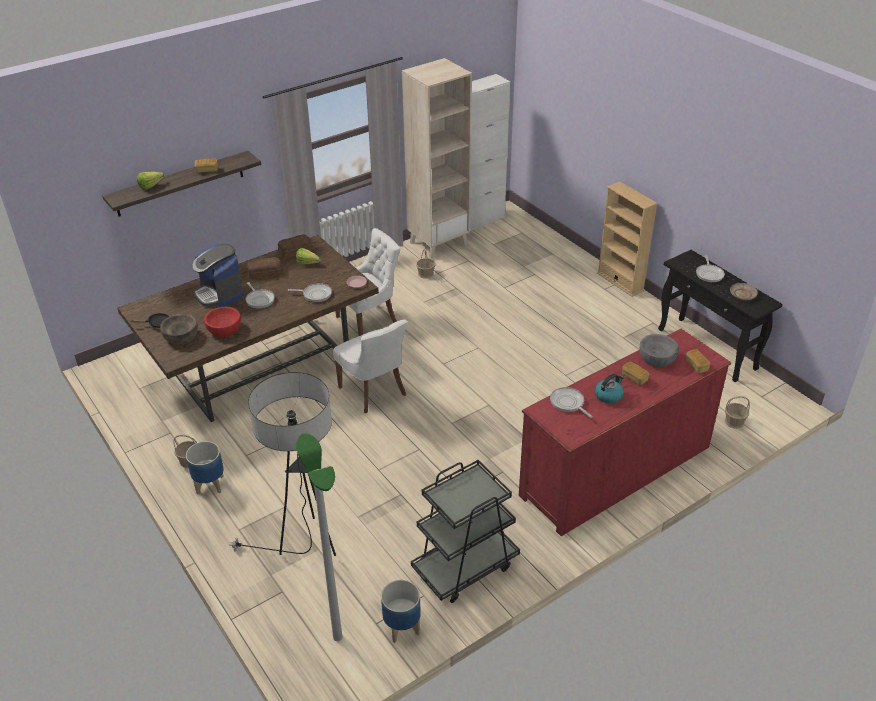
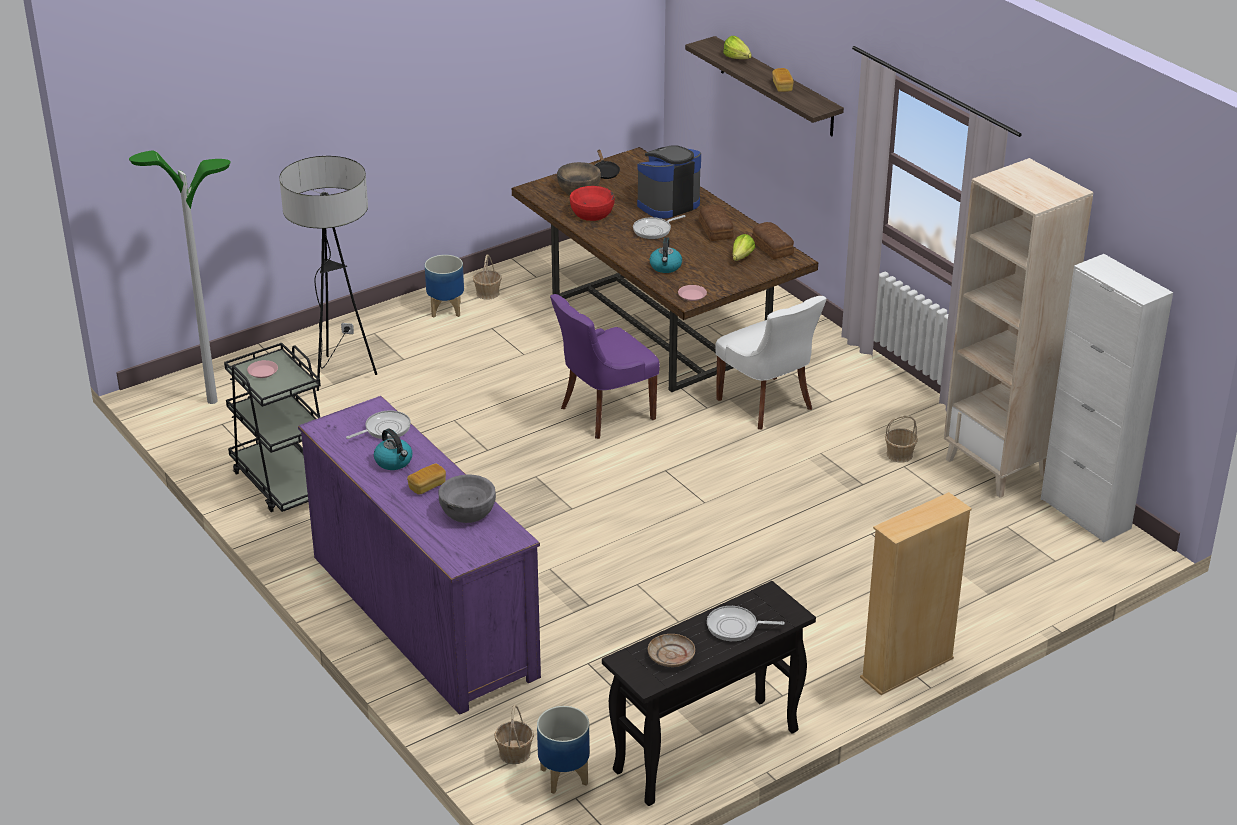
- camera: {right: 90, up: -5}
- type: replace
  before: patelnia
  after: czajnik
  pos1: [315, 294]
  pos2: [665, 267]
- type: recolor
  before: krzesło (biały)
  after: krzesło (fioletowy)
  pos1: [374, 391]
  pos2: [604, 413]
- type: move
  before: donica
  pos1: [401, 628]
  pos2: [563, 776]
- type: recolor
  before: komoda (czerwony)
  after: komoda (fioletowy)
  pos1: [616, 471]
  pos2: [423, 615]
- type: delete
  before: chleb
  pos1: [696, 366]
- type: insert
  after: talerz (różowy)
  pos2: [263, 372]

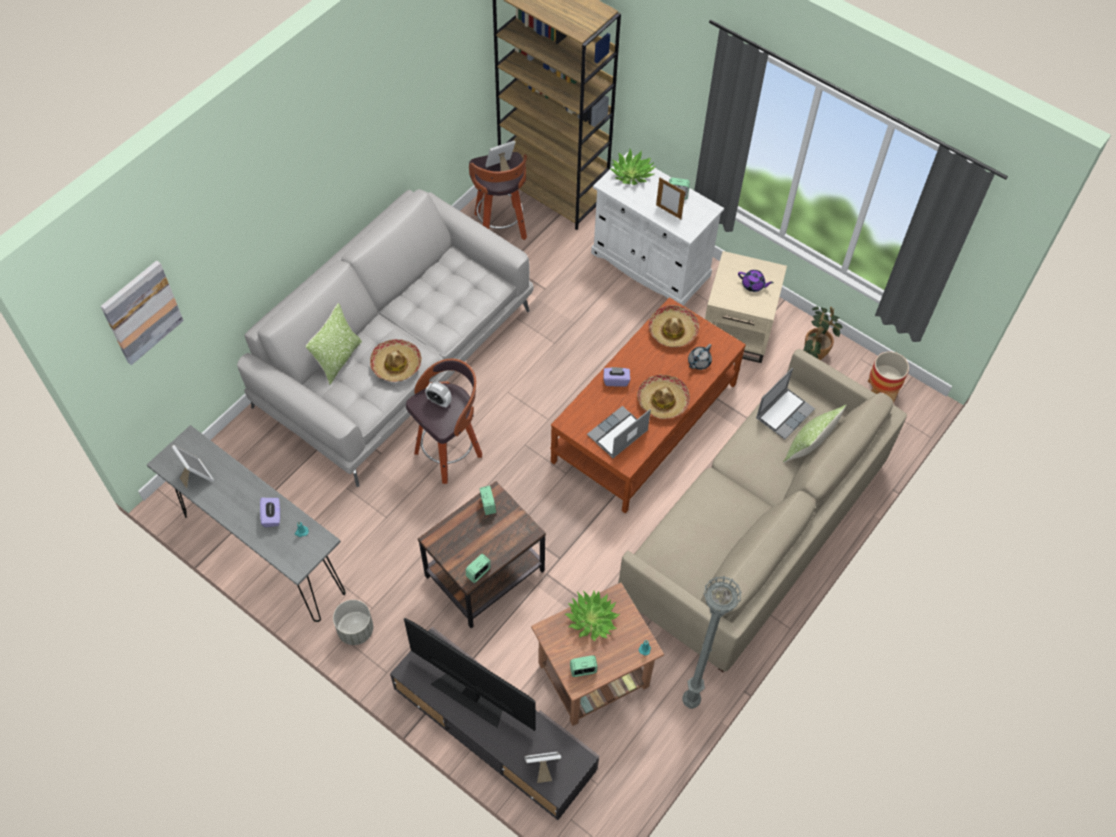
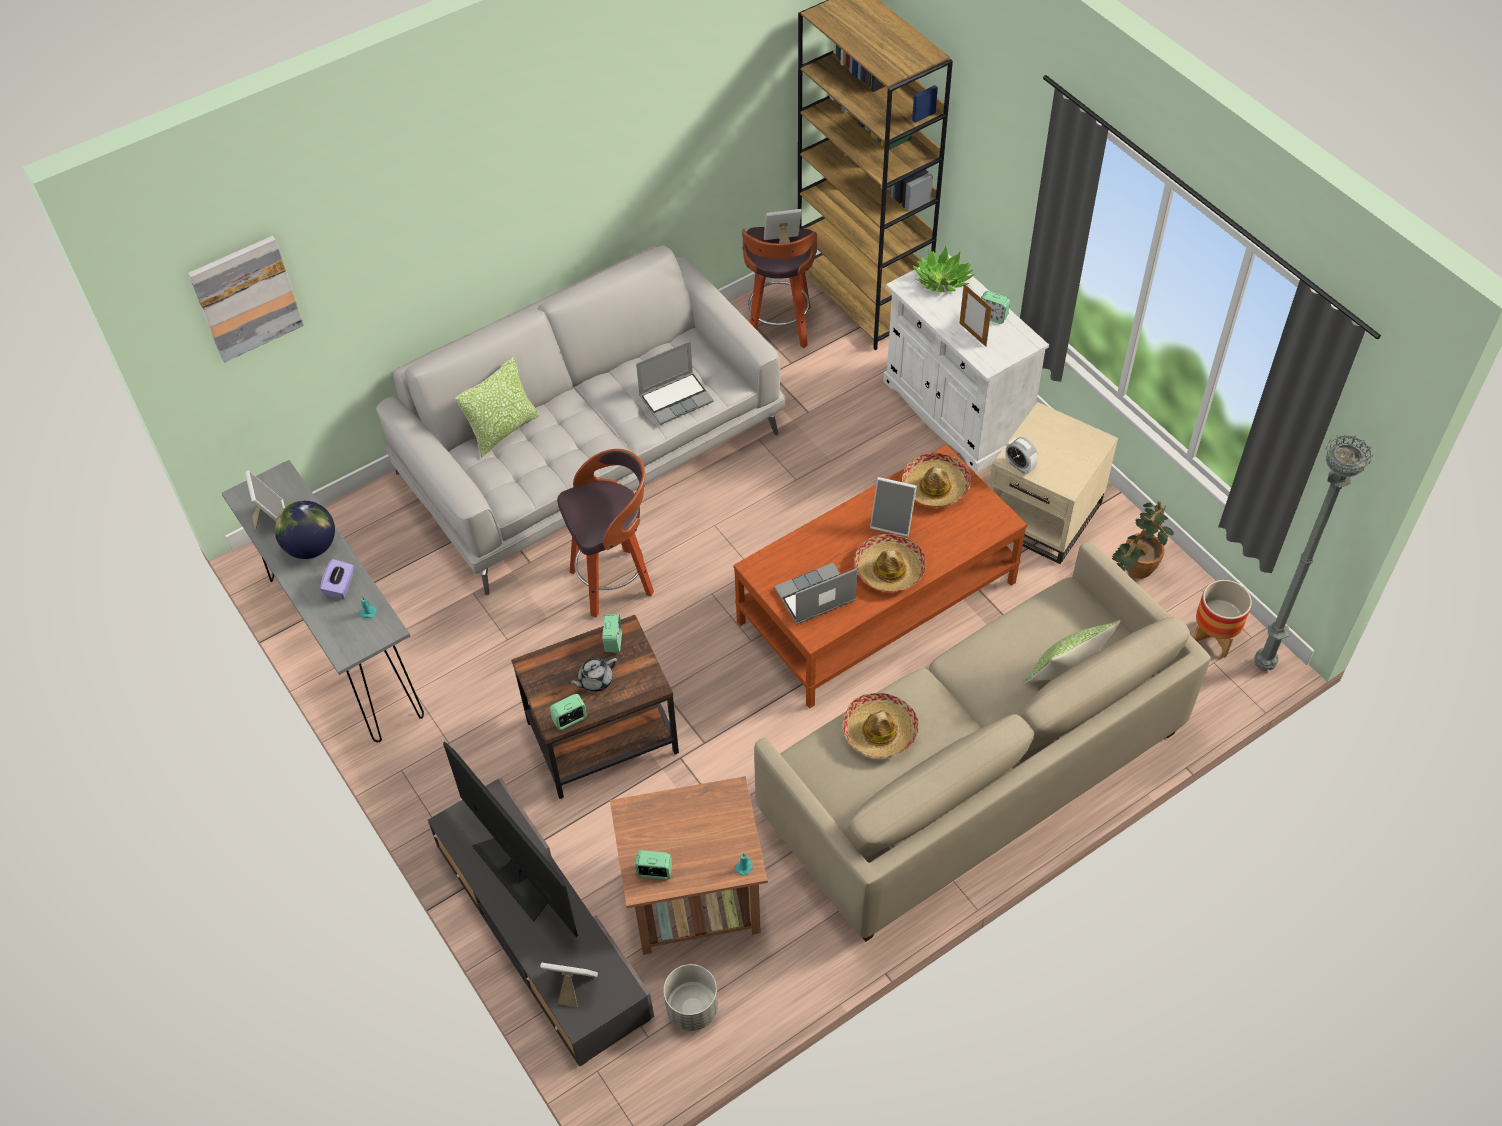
- camera: {right: 20, up: -5}
- type: move
  before: donica (szary)
  pos1: [355, 630]
  pos2: [691, 1008]
- type: move
  before: kapelusz
  pos1: [396, 364]
  pos2: [880, 731]
- type: move
  before: budzik
  pos1: [439, 401]
  pos2: [1019, 466]
- type: delete
  before: roślina doniczkowa
  pos1: [592, 619]
- type: delete
  before: pudełko chusteczek (fioletowy)
  pos1: [616, 380]
- type: move
  before: lampa stojąca (szary)
  pos1: [689, 702]
  pos2: [1262, 665]
- type: move
  before: imbryk (szary)
  pos1: [698, 362]
  pos2: [595, 681]
- type: delete
  before: imbryk (fioletowy)
  pos1: [753, 285]
- type: move
  before: laptop
  pos1: [784, 413]
  pos2: [676, 398]
- type: insert
  after: globus
  pos2: [311, 547]
- type: insert
  after: ramka na zdjęcie
  pos2: [892, 522]

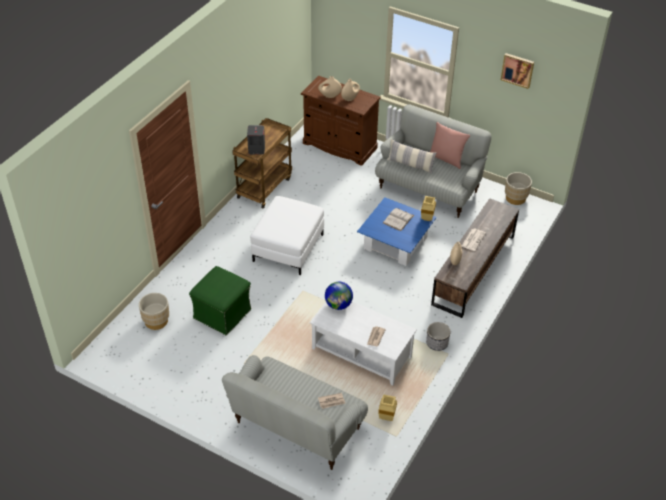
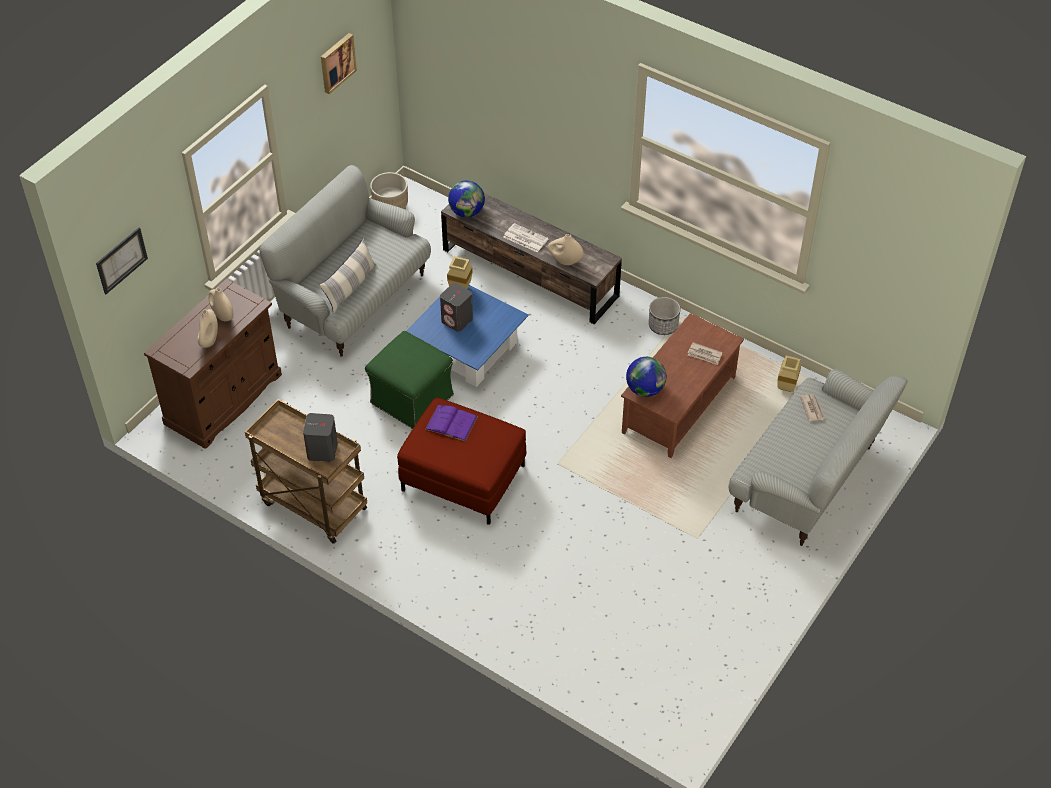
- camera: {right: -85, up: 5}
- type: delete
  before: donica (beżowy)
  pos1: [156, 321]
- type: move
  before: pufa (zielony)
  pos1: [223, 313]
  pos2: [411, 399]
- type: recolor
  before: pufa (biały)
  after: pufa (czerwony)
  pos1: [288, 247]
  pos2: [462, 478]
- type: recolor
  before: ława (biały)
  after: ława (brązowy)
  pos1: [361, 353]
  pos2: [680, 405]
- type: replace
  before: książka (biały)
  after: głośnik (szary)
  pos1: [398, 219]
  pos2: [457, 320]
- type: delete
  before: poduszka (różowy)
  pos1: [446, 159]
- type: insert
  after: obraz
  pos2: [121, 260]
- type: insert
  after: książka (fioletowy)
  pos2: [451, 423]
- type: insert
  after: globus
  pos2: [467, 212]

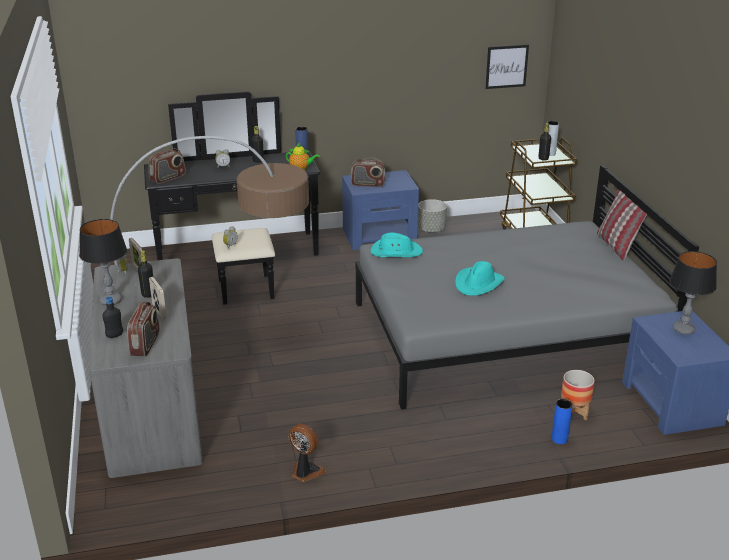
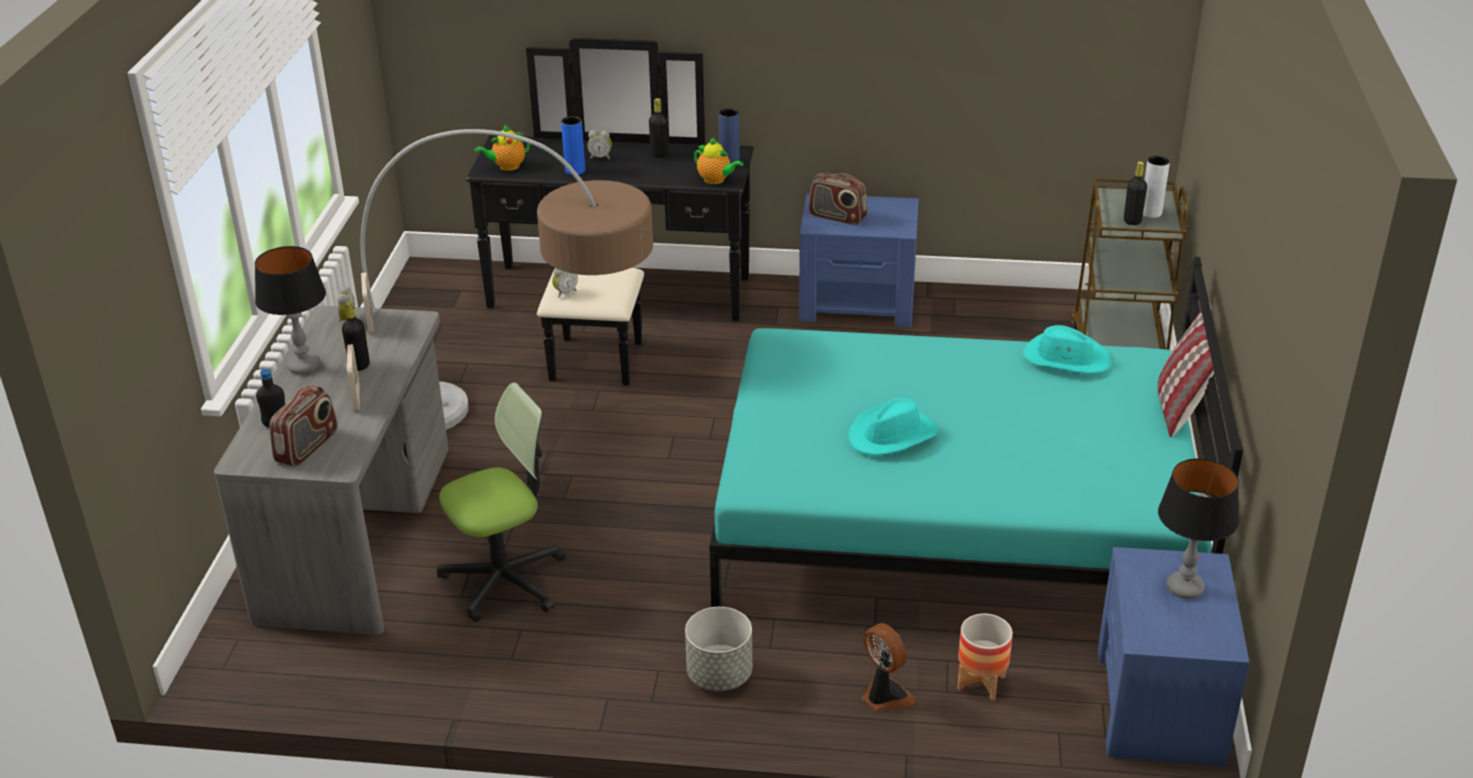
- camera: {right: 20, up: 5}
- type: replace
  before: radio
  after: imbryk
  pos1: [168, 178]
  pos2: [507, 166]
- type: move
  before: wentylator
  pos1: [305, 472]
  pos2: [884, 696]
- type: recolor
  before: łóżko (szary)
  after: łóżko (turkusowy)
  pos1: [505, 335]
  pos2: [955, 522]
- type: move
  before: kapelusz (turkusowy)
  pos1: [396, 252]
  pos2: [1066, 358]
- type: move
  before: donica (szary)
  pos1: [431, 229]
  pos2: [719, 675]
- type: delete
  before: obraz
  pos1: [506, 66]
- type: move
  before: wazon (niebieski)
  pos1: [559, 439]
  pos2: [575, 170]
- type: insert
  after: krzesło biurowe
  pos2: [504, 580]

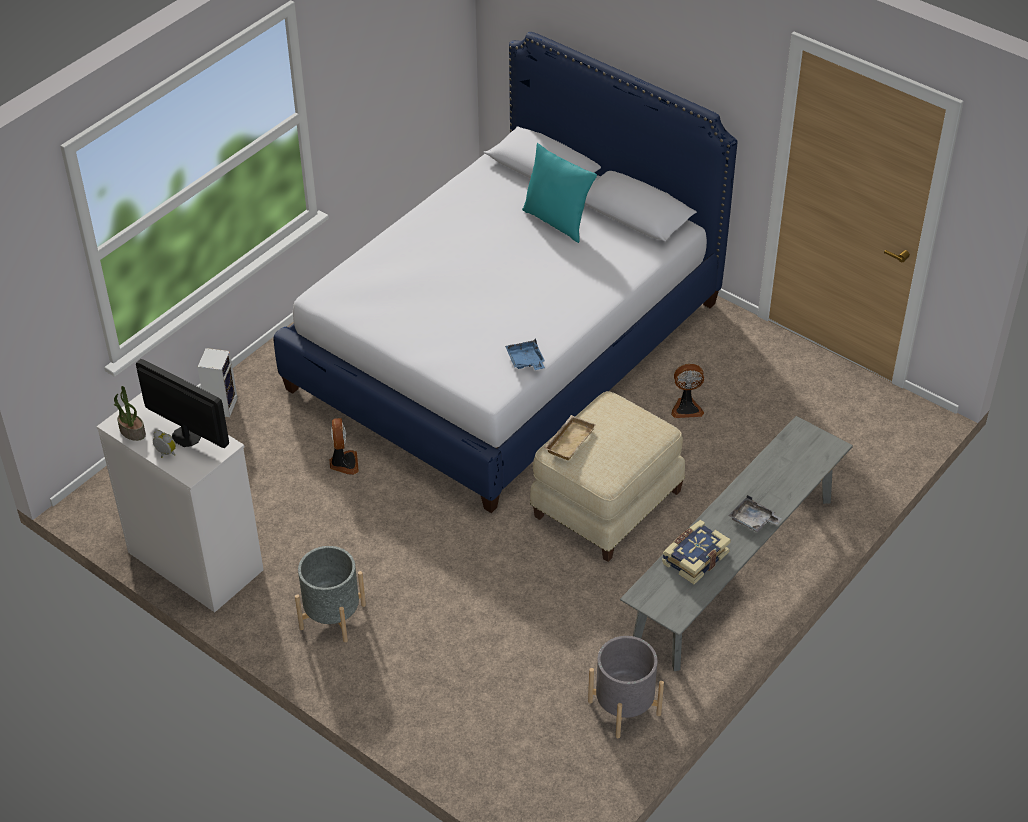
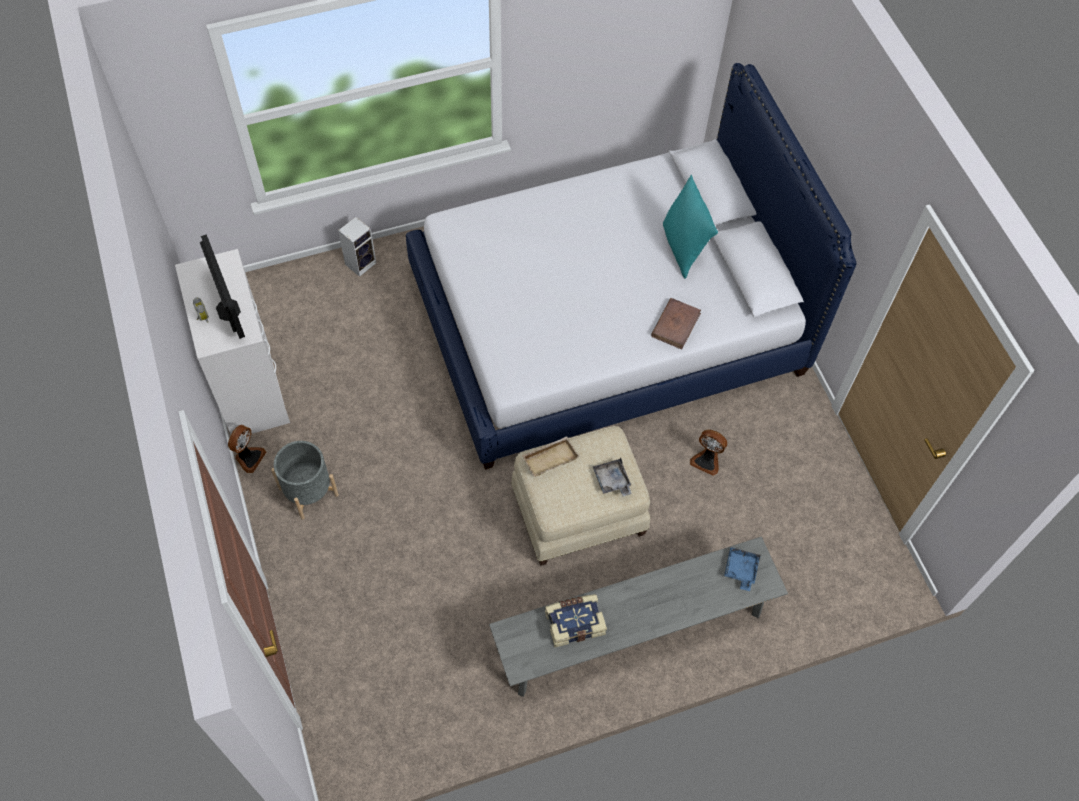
- camera: {right: 30, up: 15}
- type: delete
  before: roślina doniczkowa
  pos1: [132, 432]
- type: move
  before: wentylator
  pos1: [343, 463]
  pos2: [249, 457]
- type: move
  before: taca (niebieski)
  pos1: [525, 361]
  pos2: [740, 570]
- type: delete
  before: donica (szary)
  pos1: [624, 708]
- type: move
  before: taca (szary)
  pos1: [753, 521]
  pos2: [612, 481]
- type: insert
  after: książka (brązowy)
  pos2: [675, 325]

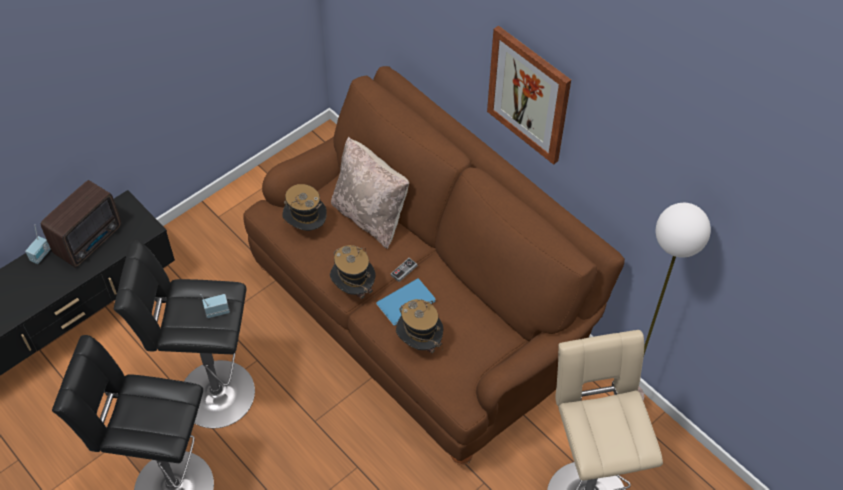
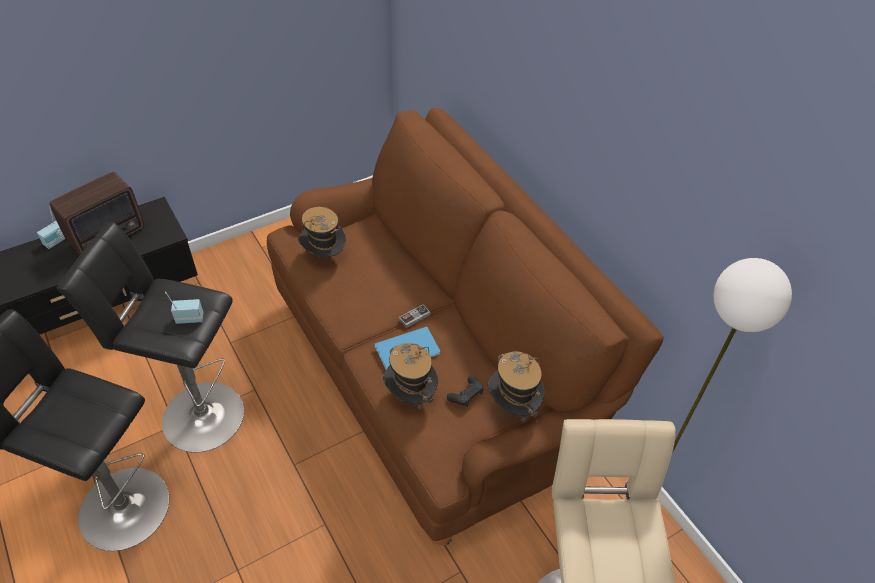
- camera: {right: 10, up: -5}
- type: move
  before: kapelusz
  pos1: [353, 289]
  pos2: [512, 406]
- type: delete
  before: poduszka (beżowy)
  pos1: [370, 216]
- type: delete
  before: obraz
  pos1: [529, 95]
- type: insert
  after: pad do gier (czarny)
  pos2: [466, 395]

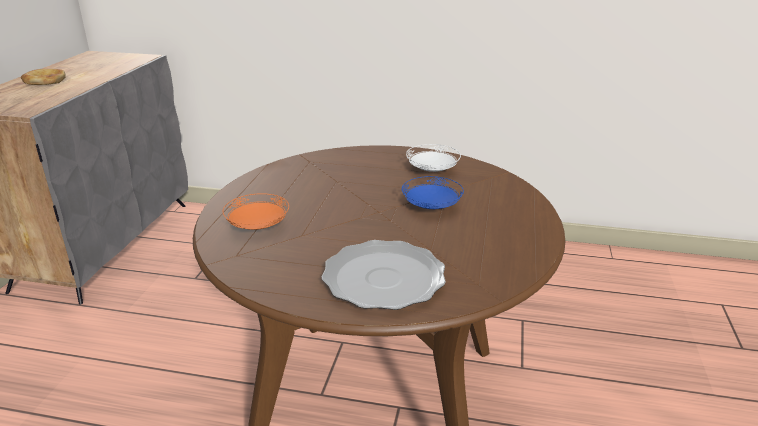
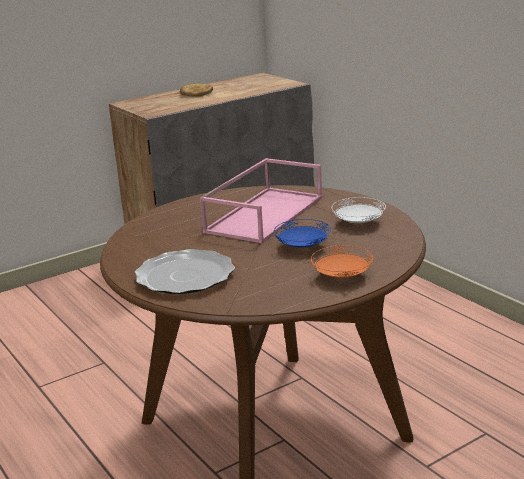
- camera: {right: 45, up: -5}
- type: move
  before: talerz (pomarańczowy)
  pos1: [258, 227]
  pos2: [342, 277]
- type: insert
  after: taca (różowy)
  pos2: [264, 213]

